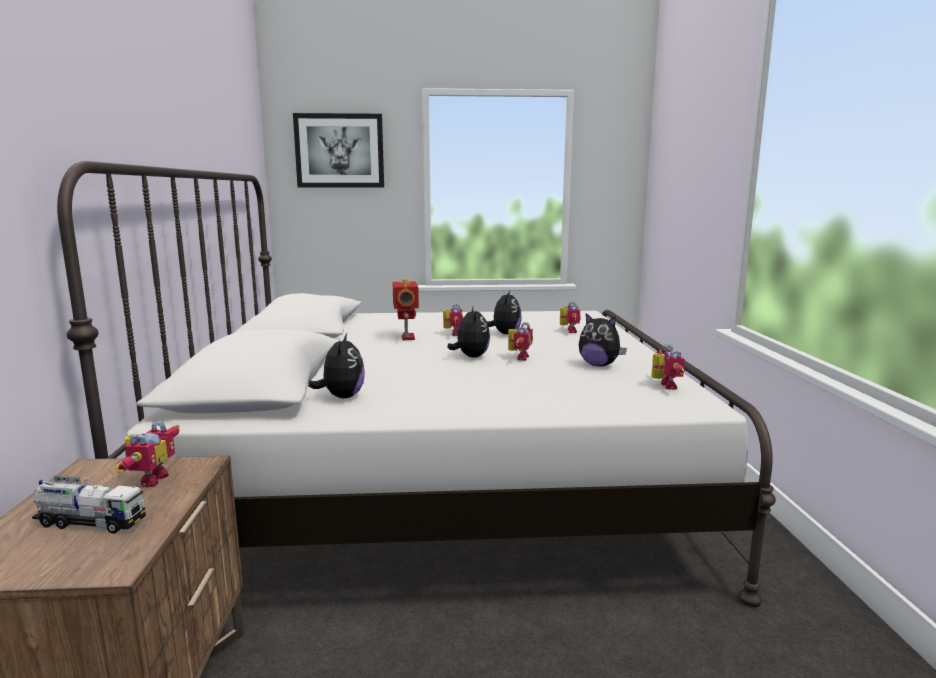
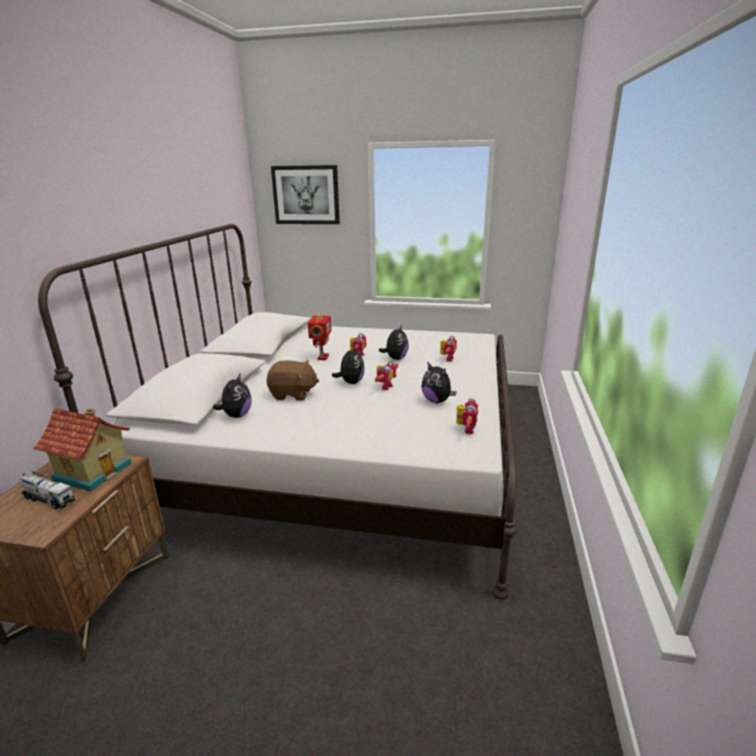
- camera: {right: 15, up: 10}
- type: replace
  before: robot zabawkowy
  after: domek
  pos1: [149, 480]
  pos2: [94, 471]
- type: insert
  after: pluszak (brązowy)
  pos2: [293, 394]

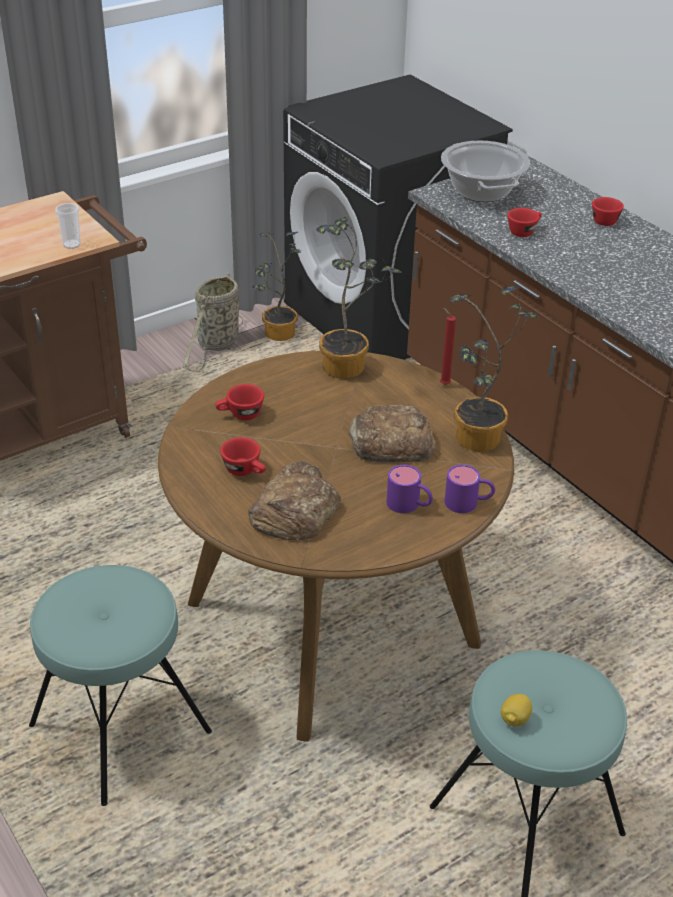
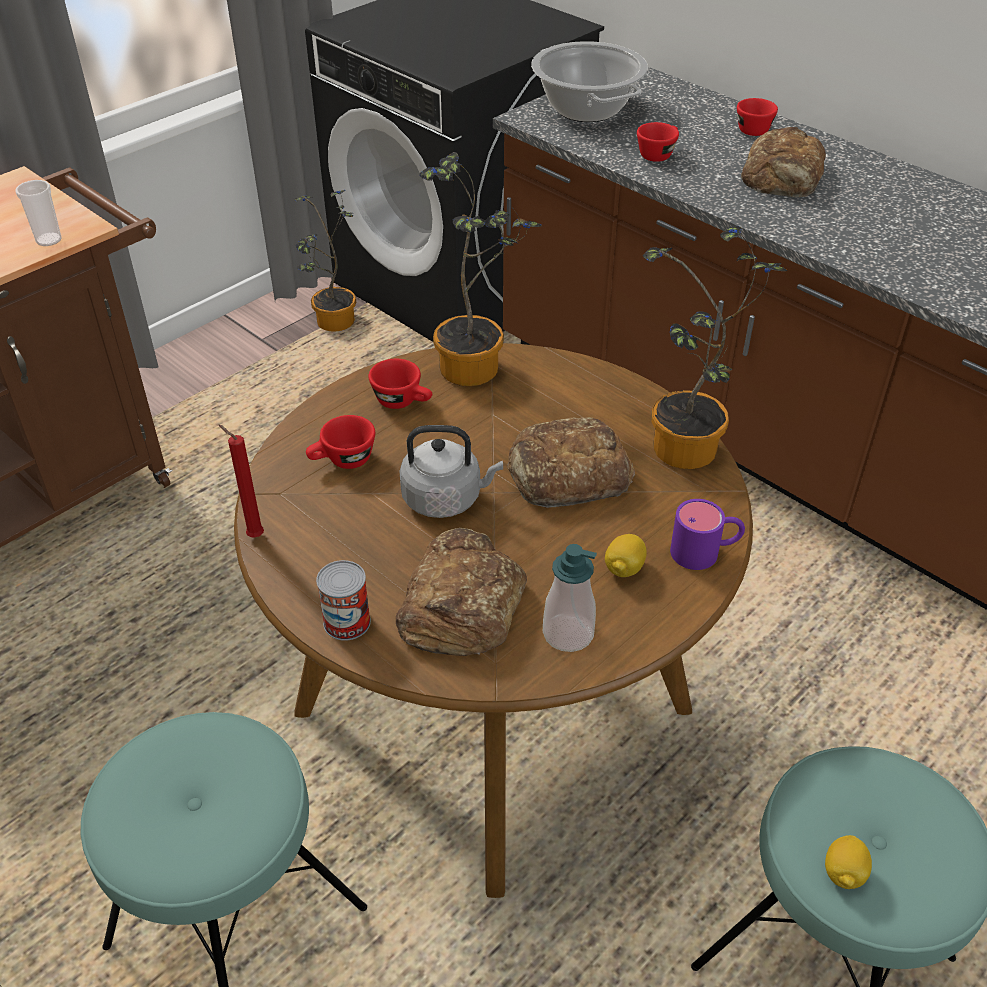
- camera: {right: -10, up: 5}
- type: delete
  before: koszyk
  pos1: [217, 345]
- type: move
  before: filiżanka (czerwony)
  pos1: [246, 471]
  pos2: [403, 401]
- type: replace
  before: kubek (fioletowy)
  after: cytryna
  pos1: [409, 505]
  pos2: [624, 568]
- type: move
  before: świeca (czerwony)
  pos1: [443, 384]
  pos2: [253, 535]
- type: insert
  after: puszka
  pos2: [347, 622]
- type: insert
  after: czajnik (szary)
  pos2: [446, 499]
- type: insert
  after: dozownik mydła
  pos2: [568, 633]
- type: insert
  after: chleb
  pos2: [784, 176]

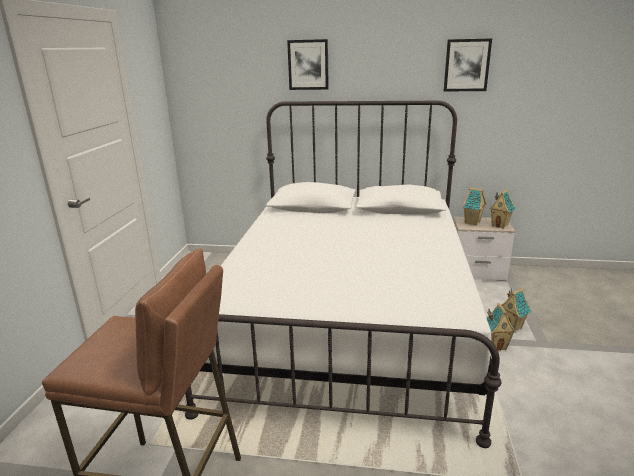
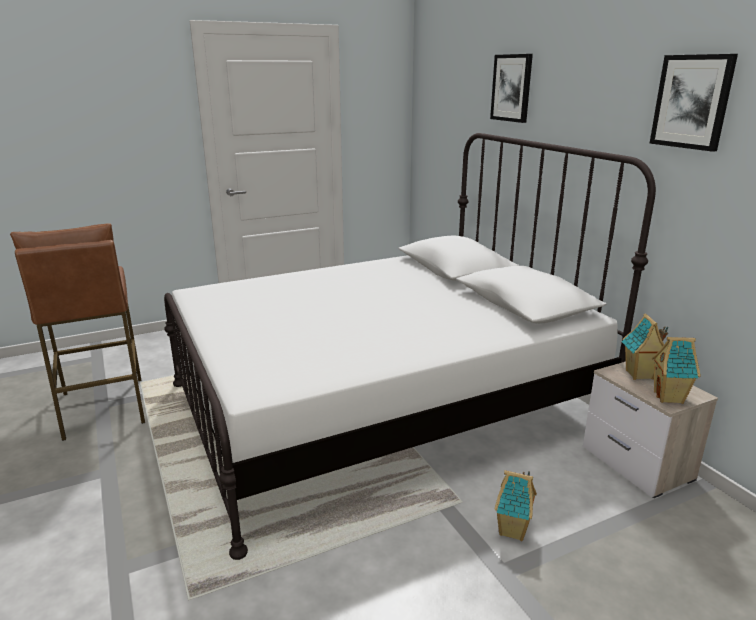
- camera: {right: 55, up: 0}
- type: delete
  before: domek
  pos1: [496, 345]

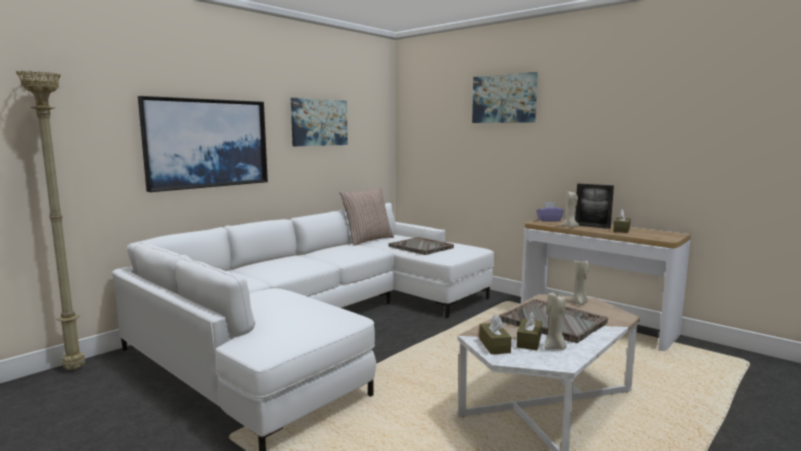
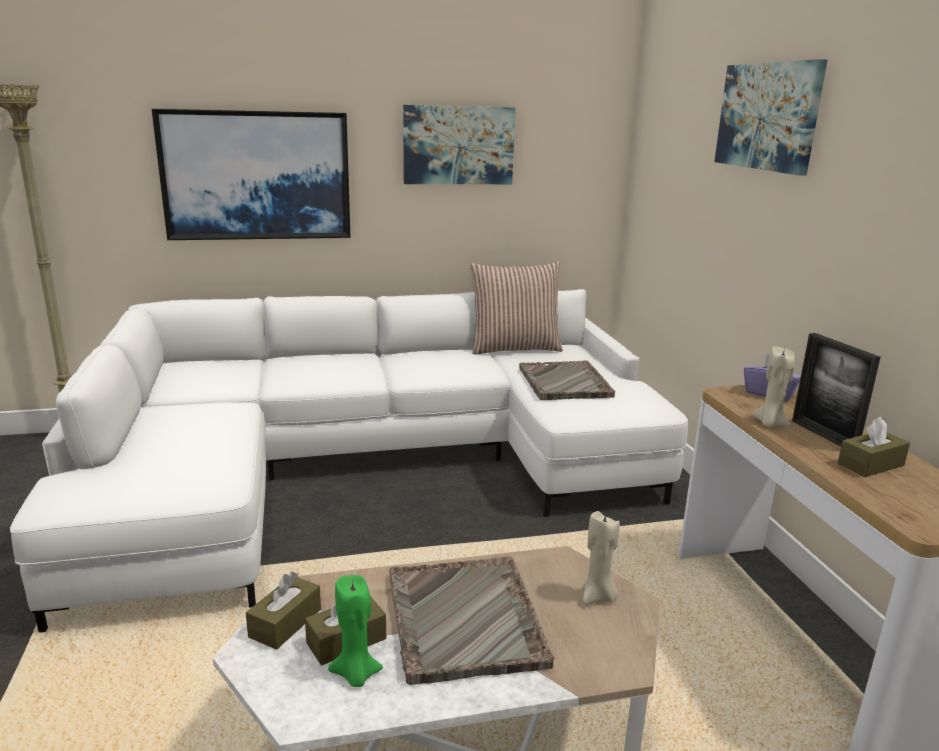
- camera: {right: 35, up: 10}
- type: recolor
  before: świeca (beżowy)
  after: świeca (zielony)
  pos1: [554, 348]
  pos2: [355, 675]

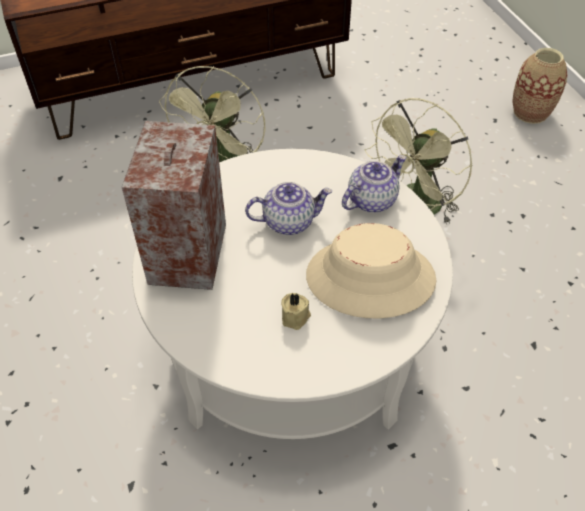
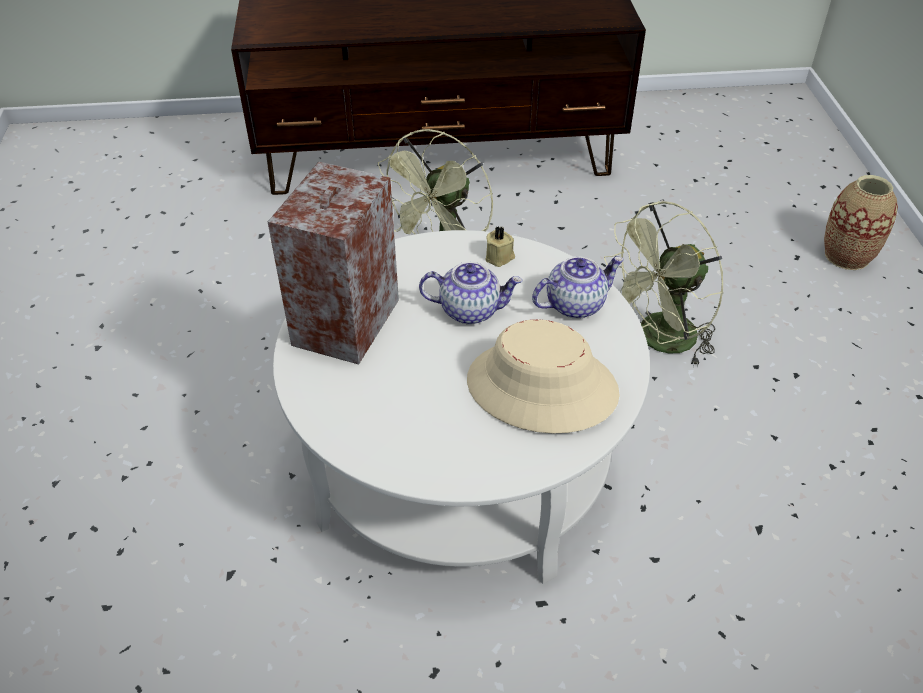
- camera: {right: 15, up: -5}
- type: move
  before: świeca (beżowy)
  pos1: [296, 317]
  pos2: [500, 257]

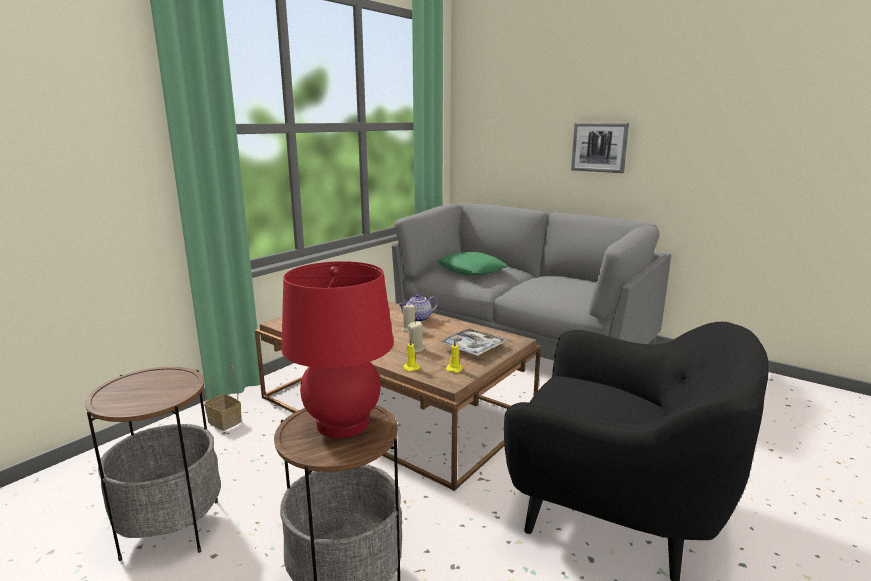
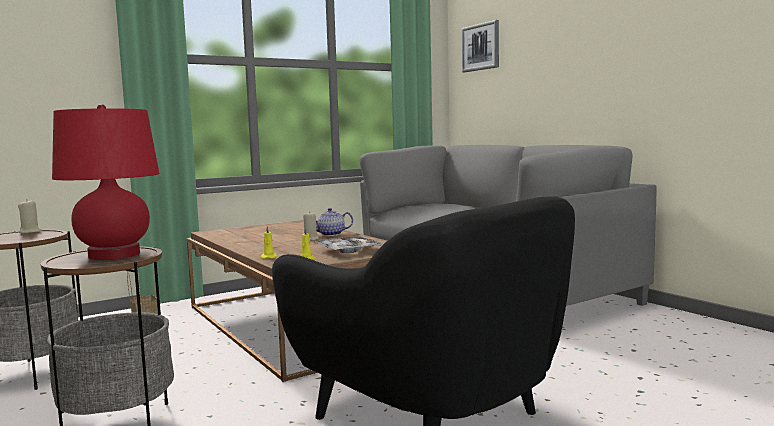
- camera: {right: 20, up: -10}
- type: move
  before: świeca (beżowy)
  pos1: [415, 349]
  pos2: [30, 232]
- type: delete
  before: poduszka (zielony)
  pos1: [471, 270]
- type: move
  before: obraz
  pos1: [599, 147]
  pos2: [481, 47]

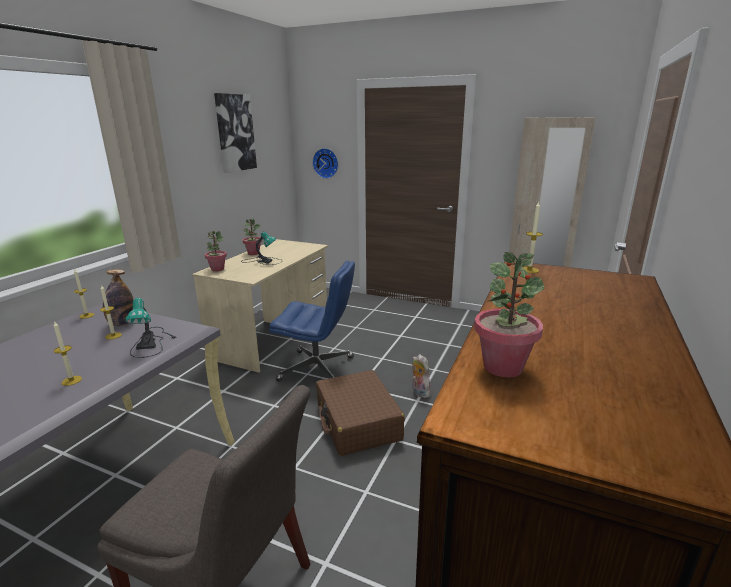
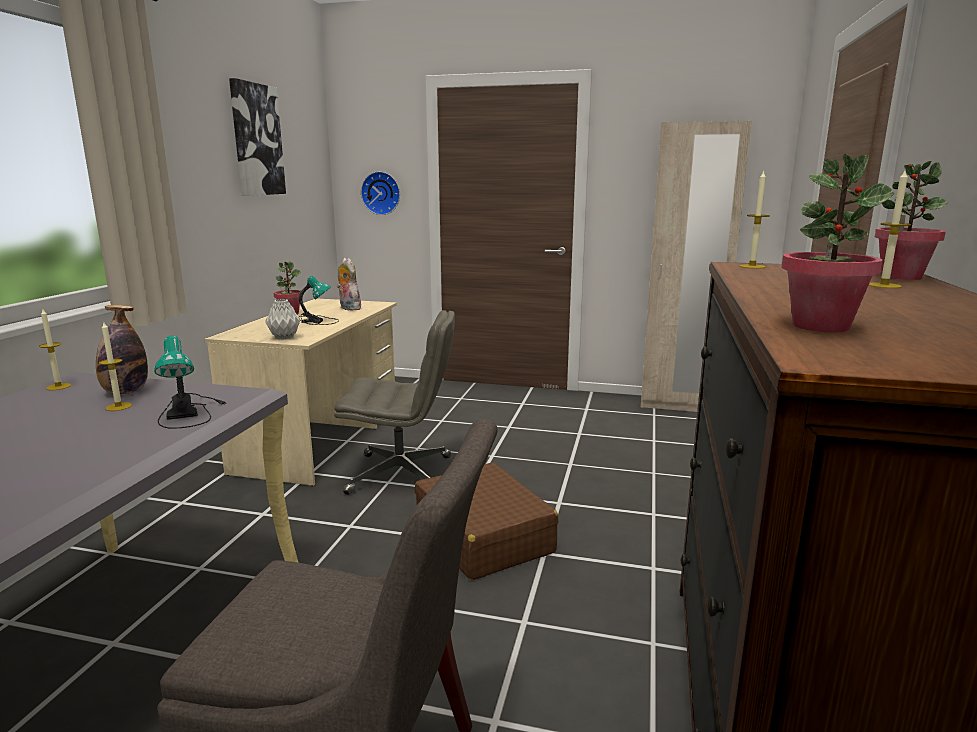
- camera: {right: -10, up: -5}
- type: move
  before: świeca
  pos1: [71, 380]
  pos2: [884, 285]
- type: move
  before: roślina doniczkowa
  pos1: [217, 269]
  pos2: [900, 277]
- type: recolor
  before: krzesło biurowe (niebieski)
  after: krzesło biurowe (szary)
  pos1: [318, 369]
  pos2: [402, 475]
- type: move
  before: pluszak
  pos1: [419, 392]
  pos2: [348, 308]
- type: insert
  after: wazon (szary)
  pos2: [284, 337]

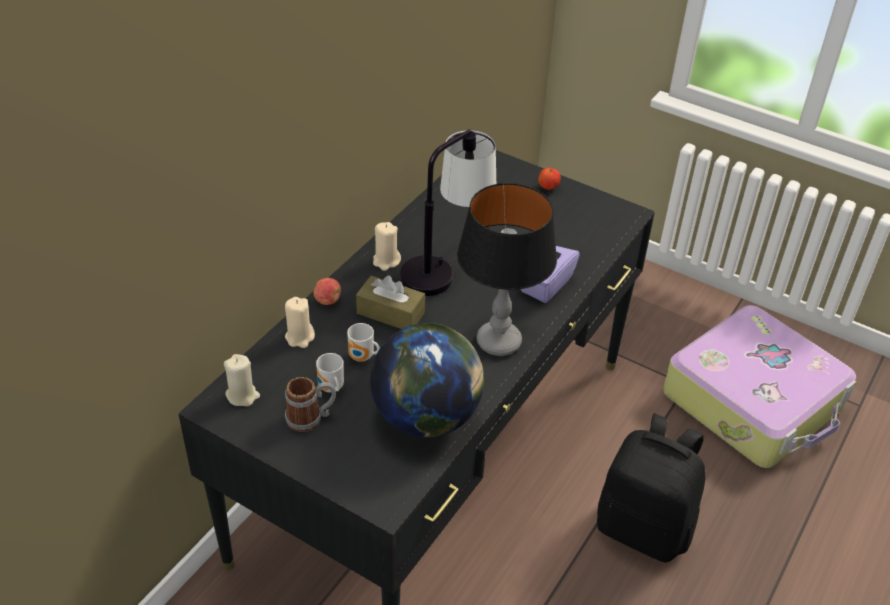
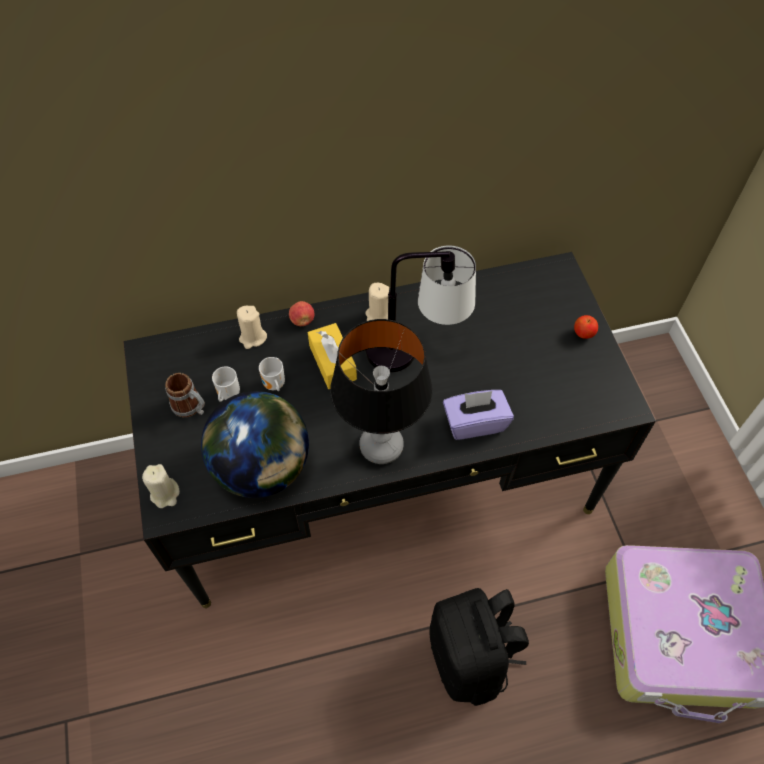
- camera: {right: 45, up: 15}
- type: move
  before: świeca (beżowy)
  pos1: [242, 395]
  pos2: [165, 494]
- type: recolor
  before: pudełko chusteczek (brązowy)
  after: pudełko chusteczek (żółty)
  pos1: [390, 313]
  pos2: [332, 362]

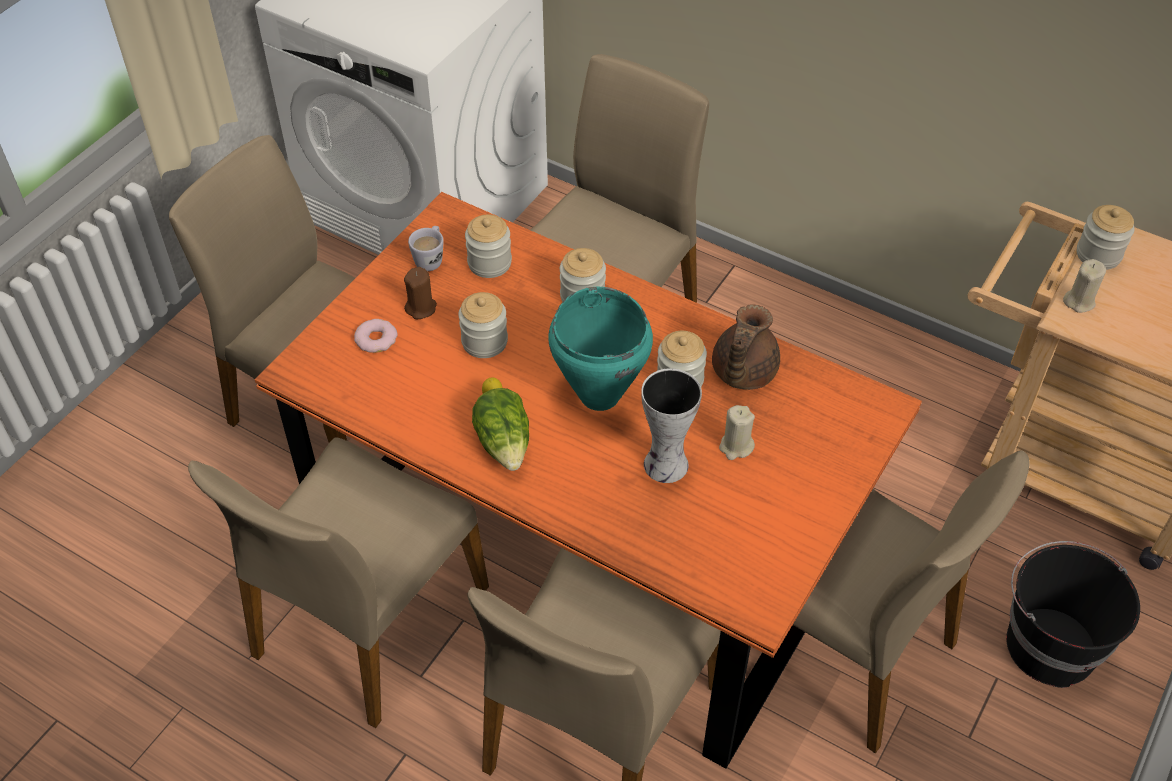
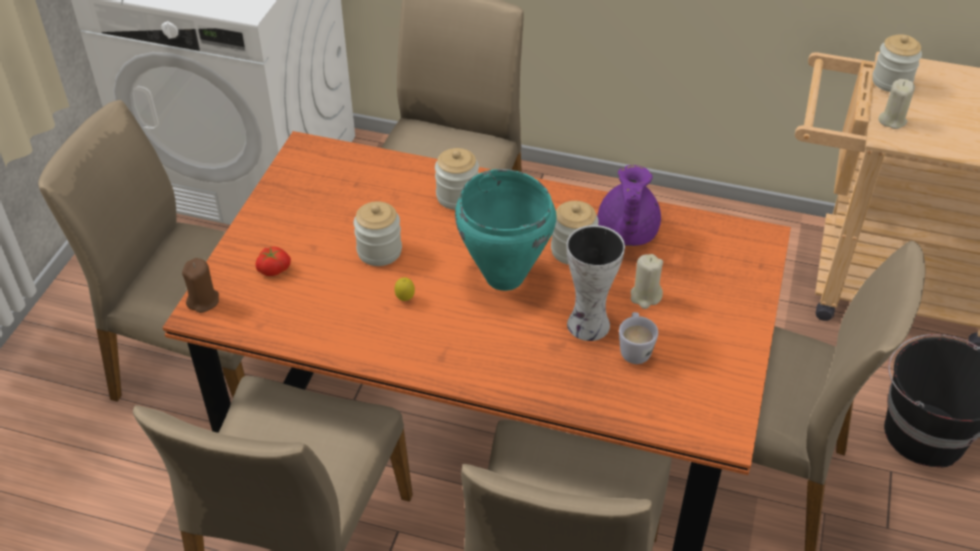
- camera: {right: -15, up: -5}
- type: replace
  before: donut
  after: pomidor
  pos1: [376, 339]
  pos2: [273, 268]
- type: move
  before: świeca (brązowy)
  pos1: [421, 308]
  pos2: [203, 301]
- type: move
  before: kubek (biały)
  pos1: [430, 258]
  pos2: [634, 349]
- type: delete
  before: słoik
  pos1: [489, 263]
- type: delete
  before: sałata
  pos1: [505, 443]
- type: recolor
  before: imbryk (brązowy)
  after: imbryk (fioletowy)
  pos1: [742, 373]
  pos2: [626, 233]

